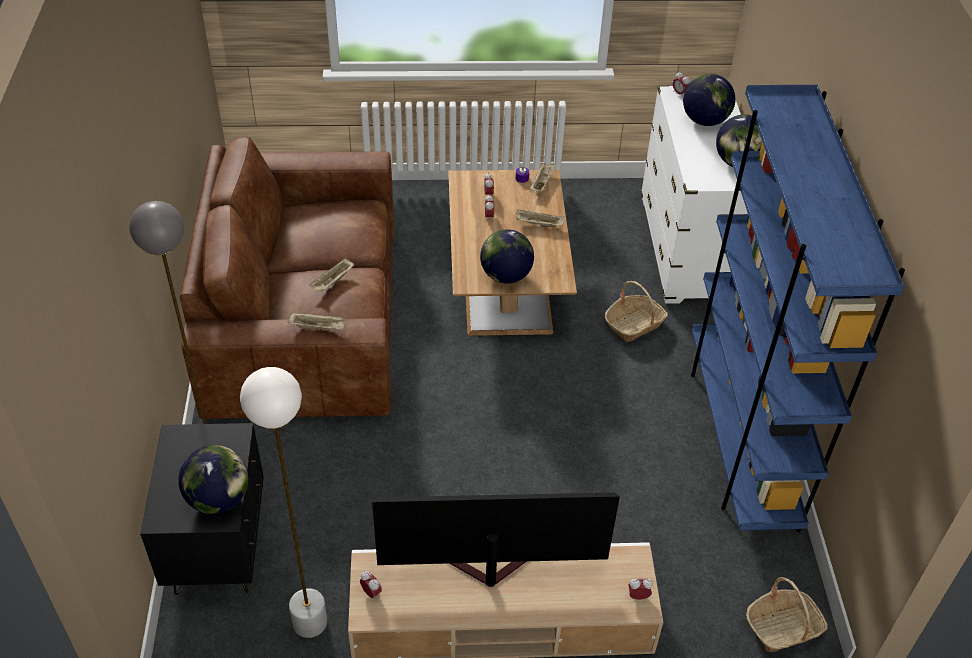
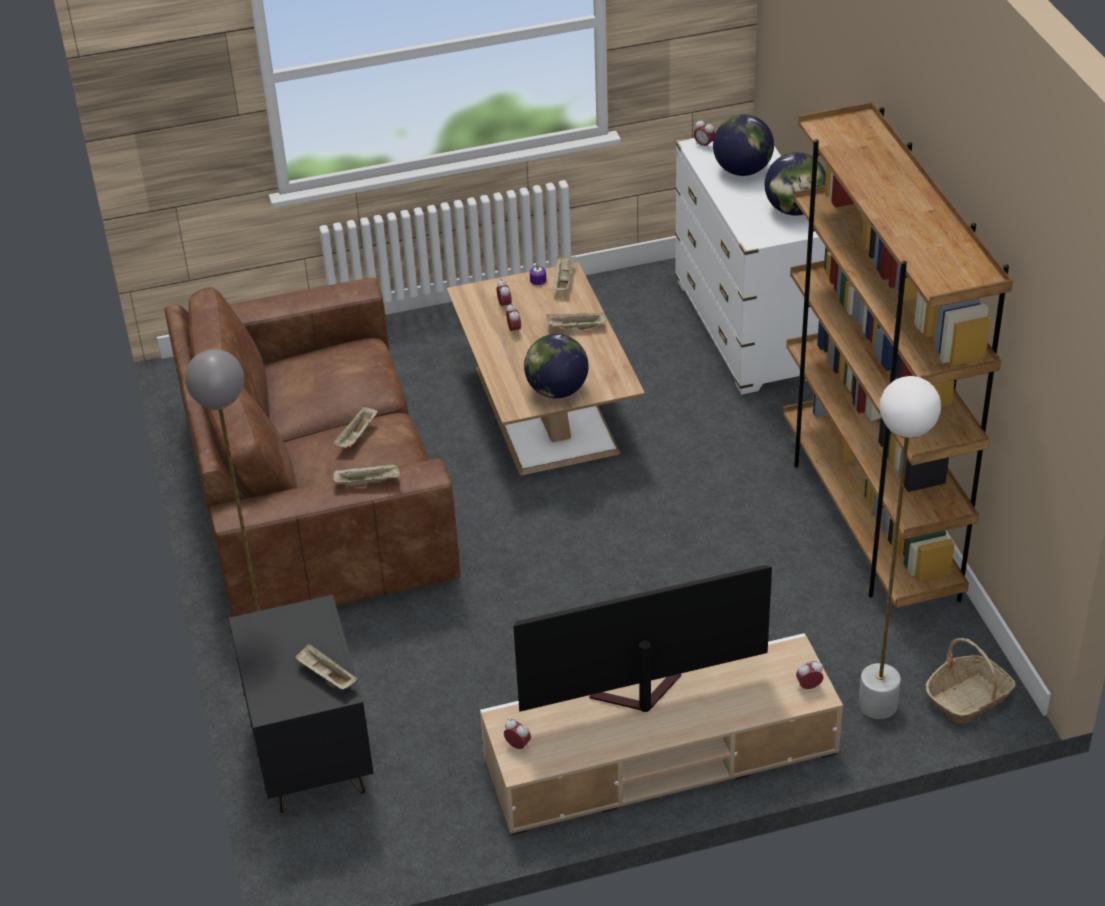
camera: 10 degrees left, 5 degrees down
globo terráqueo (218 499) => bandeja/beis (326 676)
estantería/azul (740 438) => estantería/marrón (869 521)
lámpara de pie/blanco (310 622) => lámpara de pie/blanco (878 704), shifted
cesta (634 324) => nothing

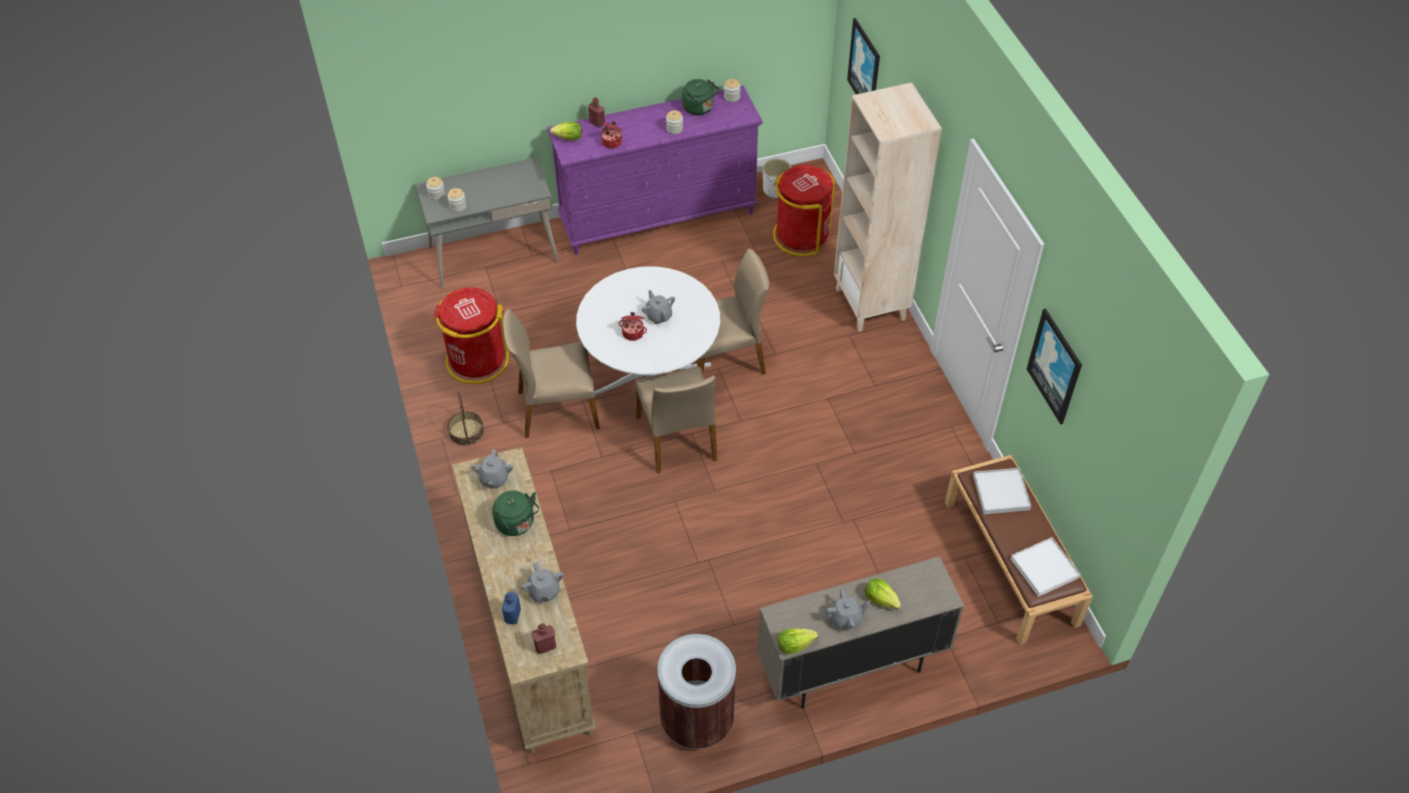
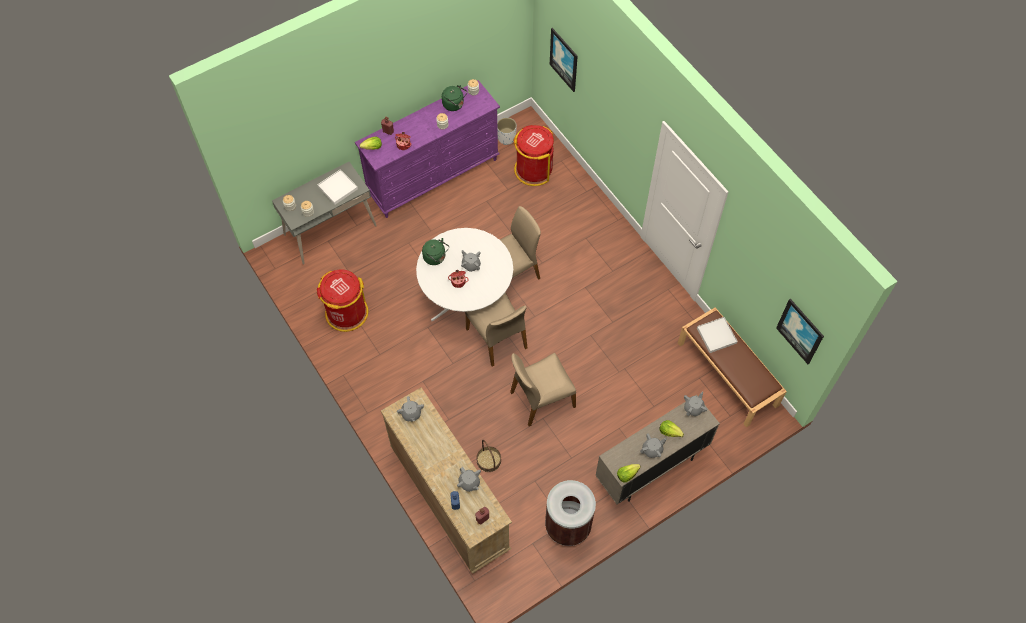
camera: 15 degrees left, 10 degrees up
bandeja/blanco (1044 568) => bandeja/blanco (337 188), shifted
hervidor/verde (517 524) => hervidor/verde (436 258), shifted
cesta (466 432) => cesta (488 460), shifted
silla/beis (557 409) => silla/beis (541 399), shifted
nothing => tetera/gris (693 408)
cuadro (1055 366) => cuadro (800 331), shifted
estantería/beis (871 304) => nothing

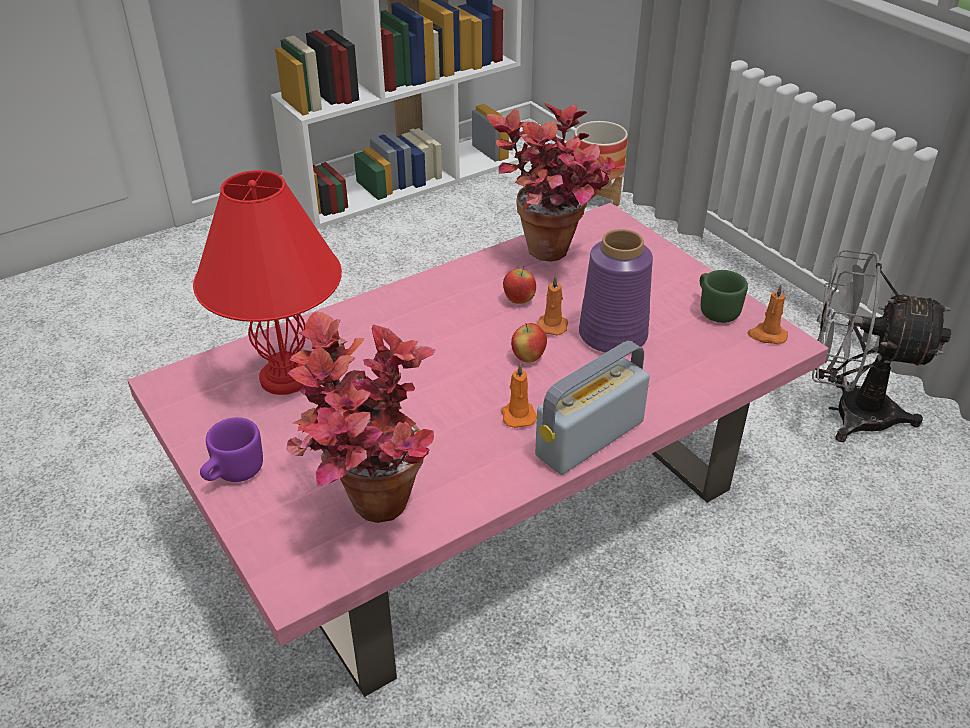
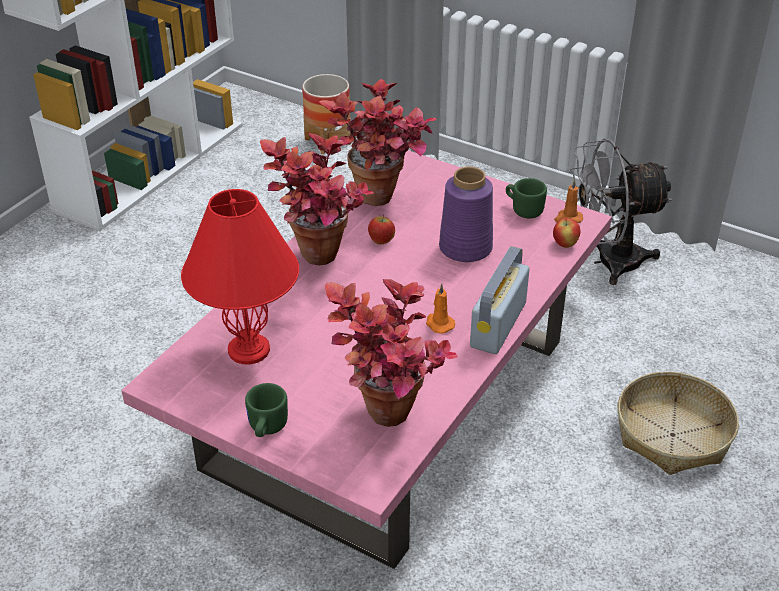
camera: 25 degrees left, 0 degrees up
taza grande/morado (233 473) => taza grande/verde (266 428)
nothing => planta en maceta (319 264)
manzana (528 358) => manzana (565 244), shifted
nothing => cesta (673 435)
vela/naranja (552 325) => nothing

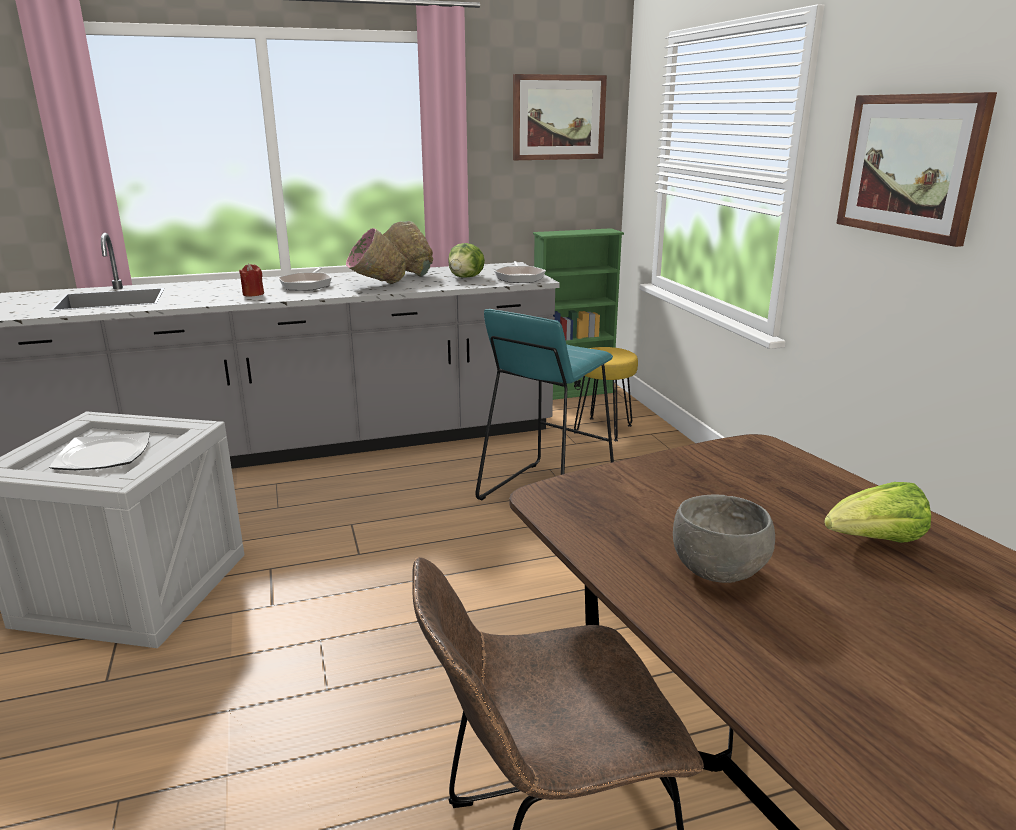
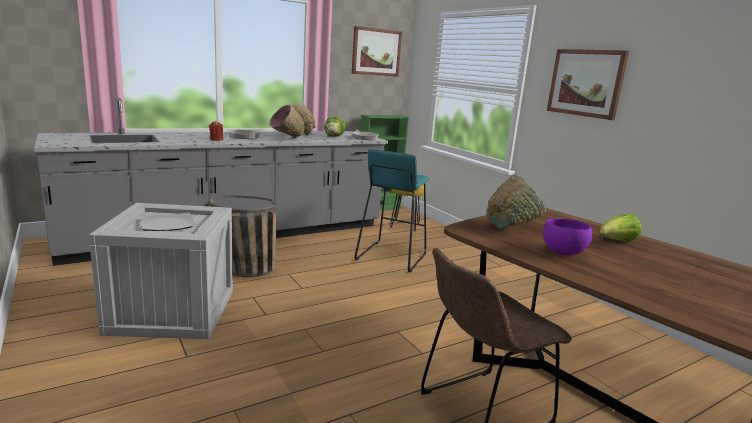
camera: 15 degrees left, 5 degrees down
nothing => cesta (237 269)
nothing => cuenco/verde (512 228)
cuenco/gris (719 572) => cuenco/morado (563 253)

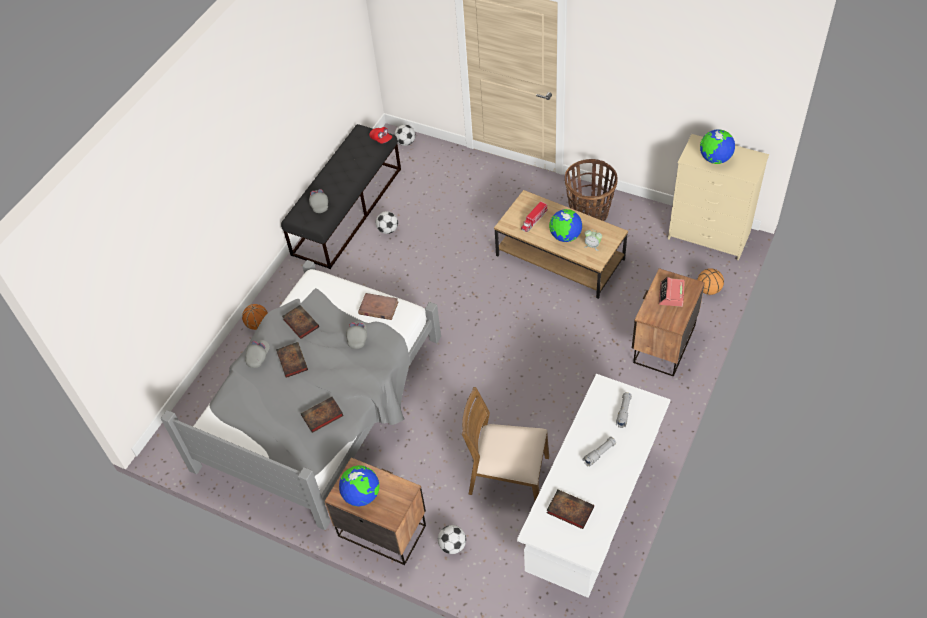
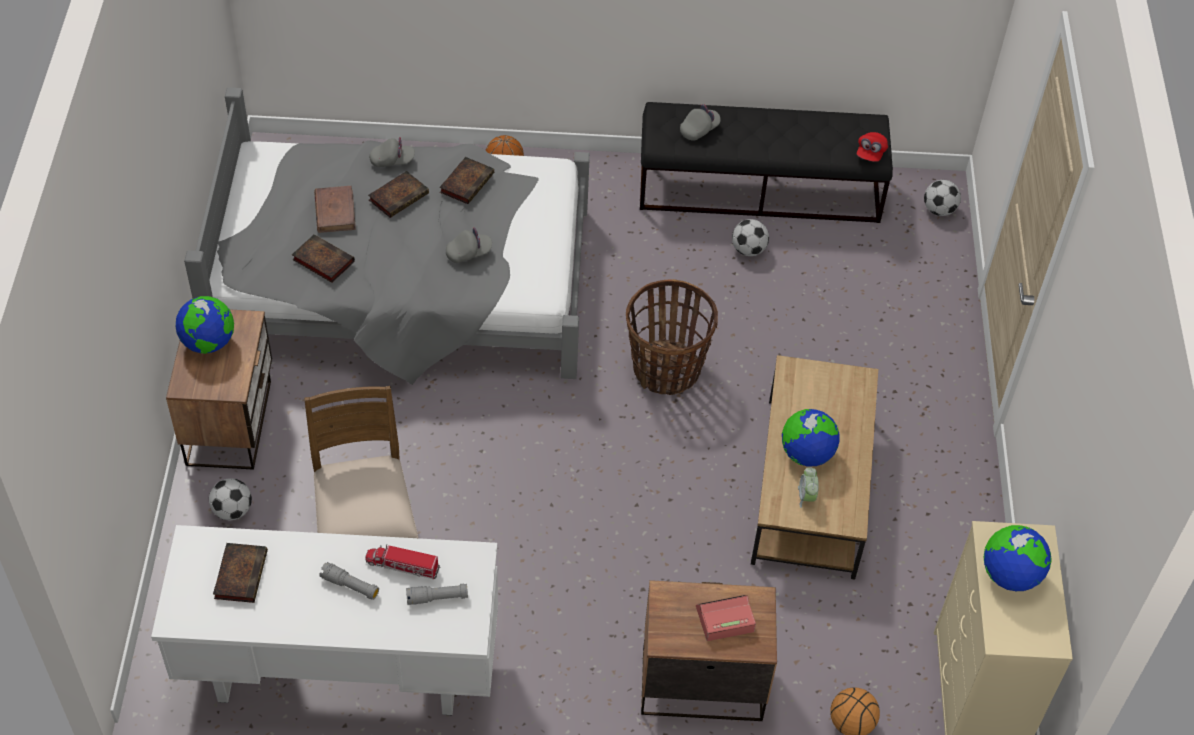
camera: 60 degrees right, 0 degrees up
libro/marrón (378 308) => libro/marrón (335 211), shifted
camión de juguete (534 220) => camión de juguete (402 566), shifted
cesta (589 213) => cesta (666 370), shifted

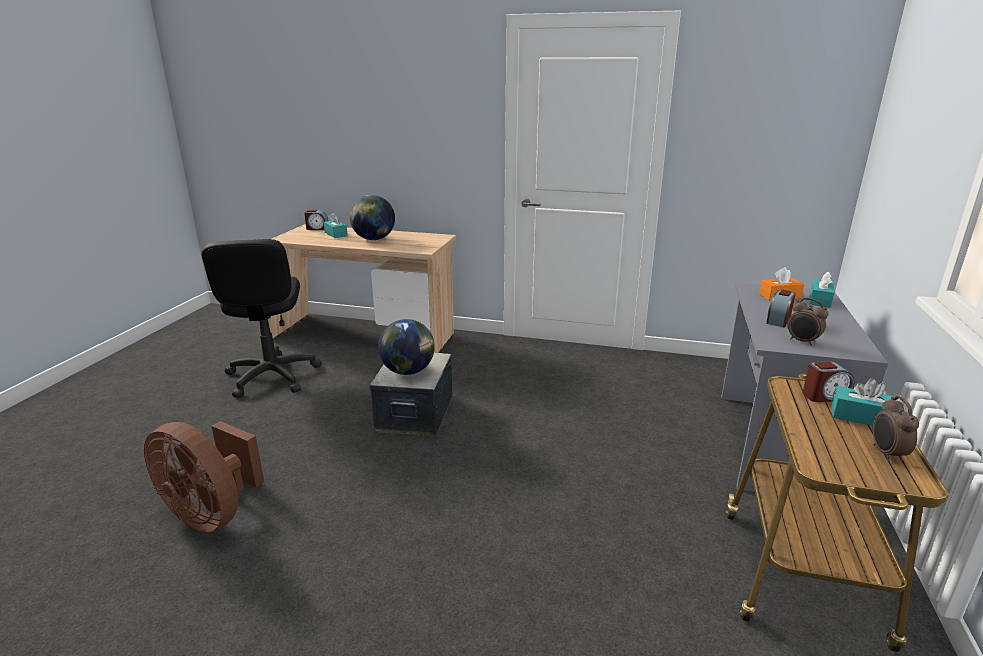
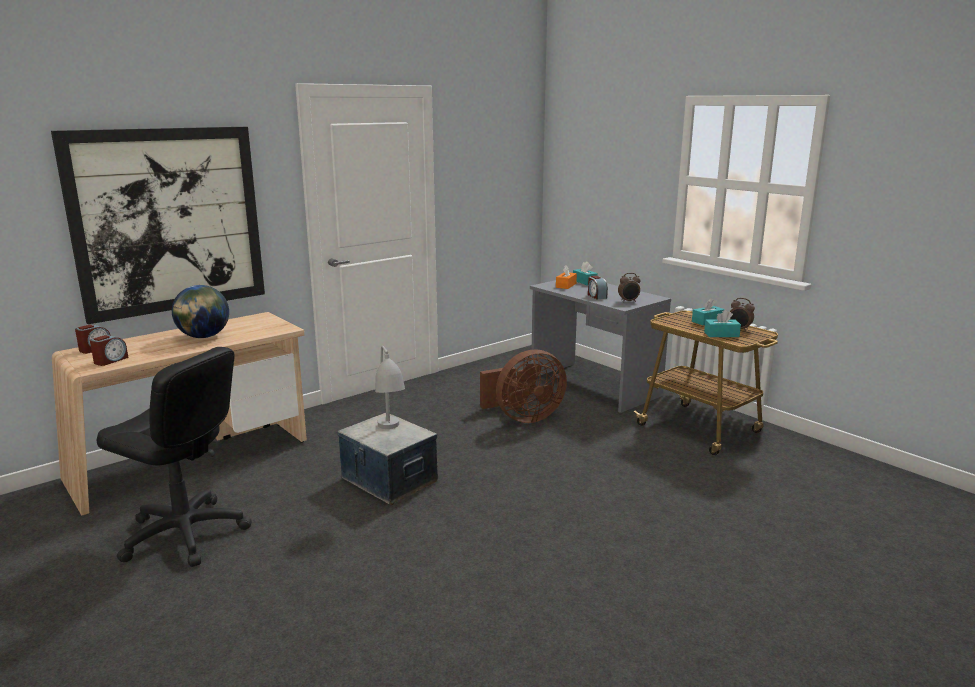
camera: 55 degrees left, 5 degrees down
nothing => cuadro (168 221)
despertador (824 396) => despertador (110 360), shifted
globo terráqueo (408 371) => lámpara de mesa/gris (390 434)
ventilador/marrón (212 513) => ventilador/marrón (523 418), shifted
caja de pañuelos/turquesa (336 234) => caja de pañuelos/turquesa (721 334), shifted

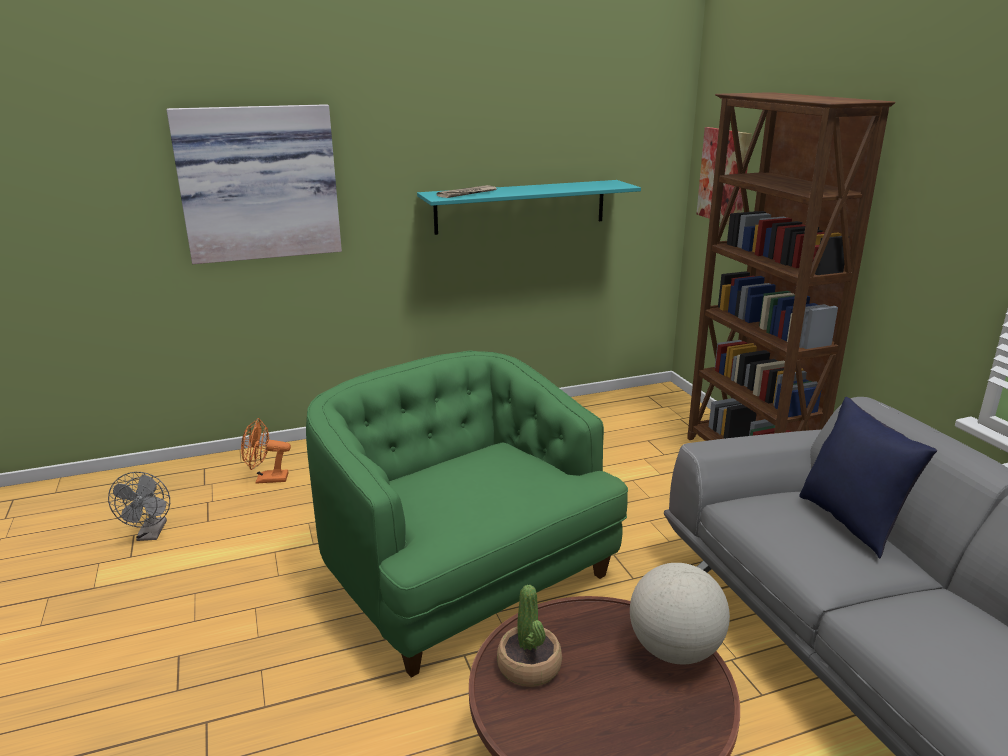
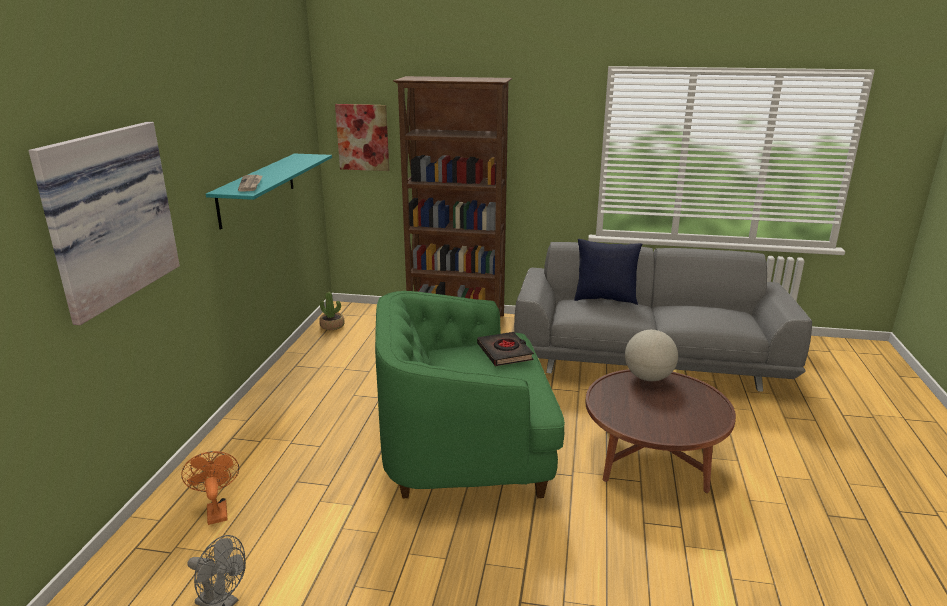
camera: 60 degrees left, 0 degrees up
ventilador/naranja (266 479) => ventilador/naranja (216 510), 135 degrees clockwise
planta en maceta (529 666) => planta en maceta (332 326), shifted
nothing => libro/negro (505 352)

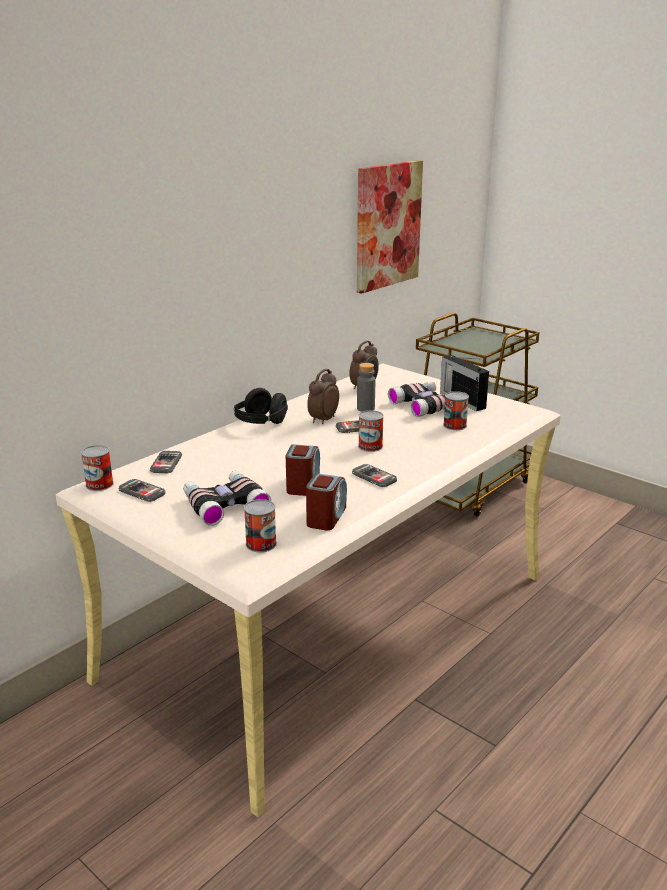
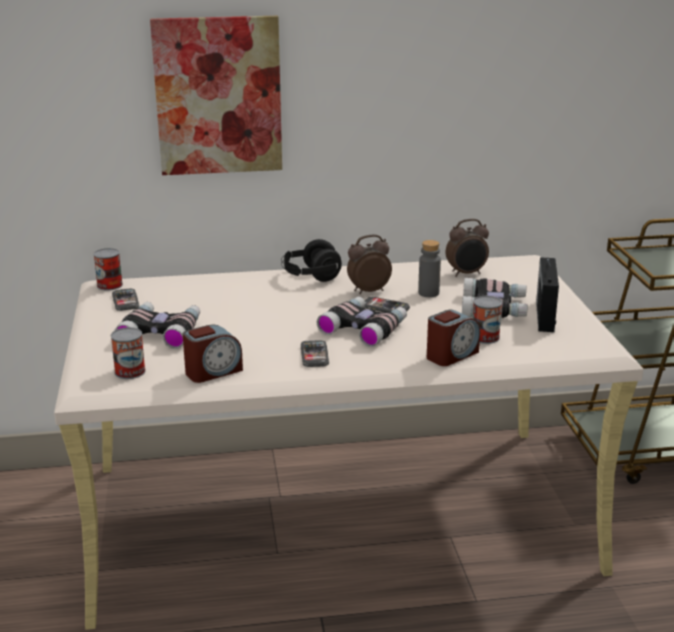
camera: 40 degrees right, 0 degrees up
cuadro (387 225) => cuadro (218 96), shifted
lata (370 446) => prismáticos (364 328)
despertador (303 484) => despertador (451 355), shifted
móvil (166 463) => nothing

